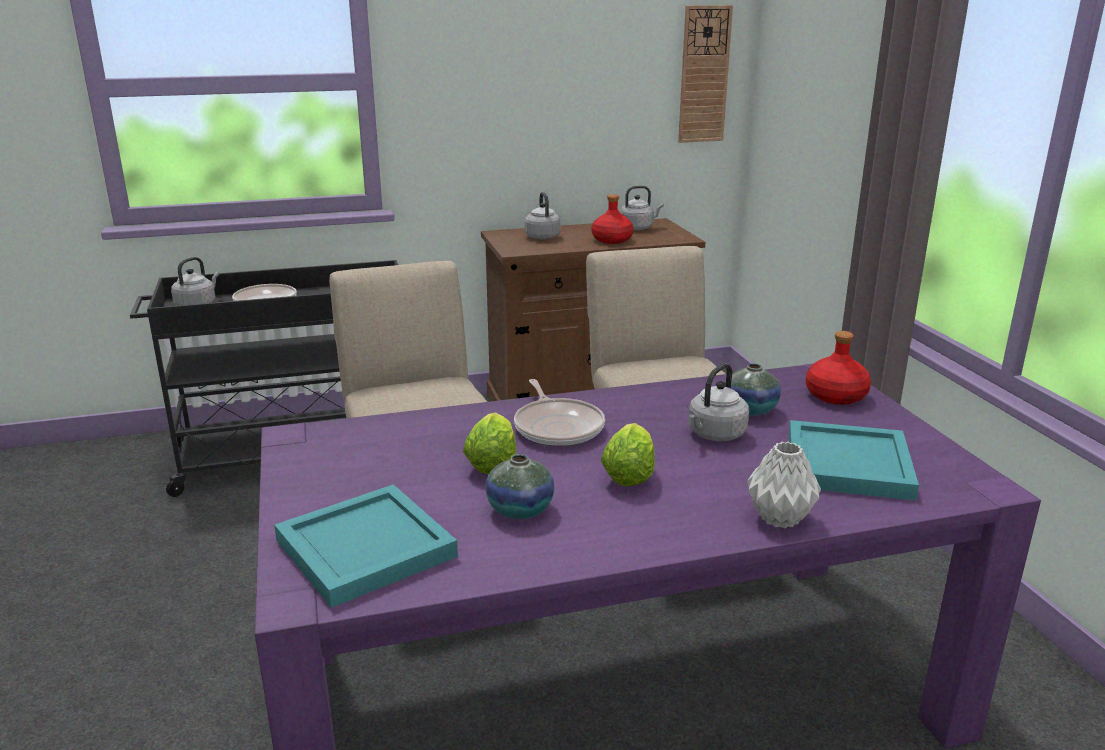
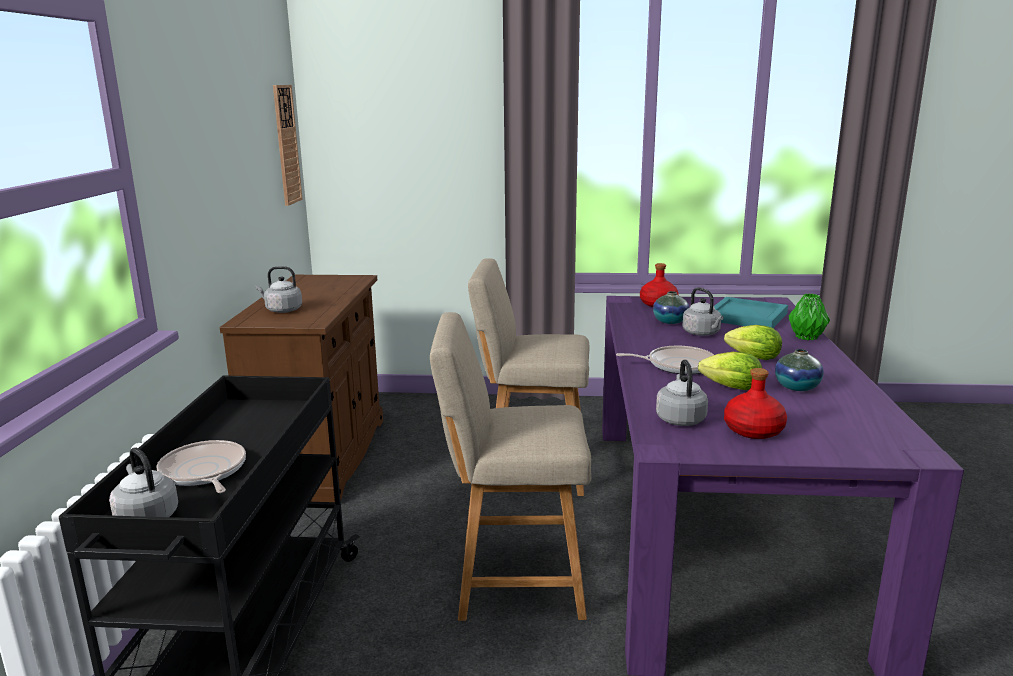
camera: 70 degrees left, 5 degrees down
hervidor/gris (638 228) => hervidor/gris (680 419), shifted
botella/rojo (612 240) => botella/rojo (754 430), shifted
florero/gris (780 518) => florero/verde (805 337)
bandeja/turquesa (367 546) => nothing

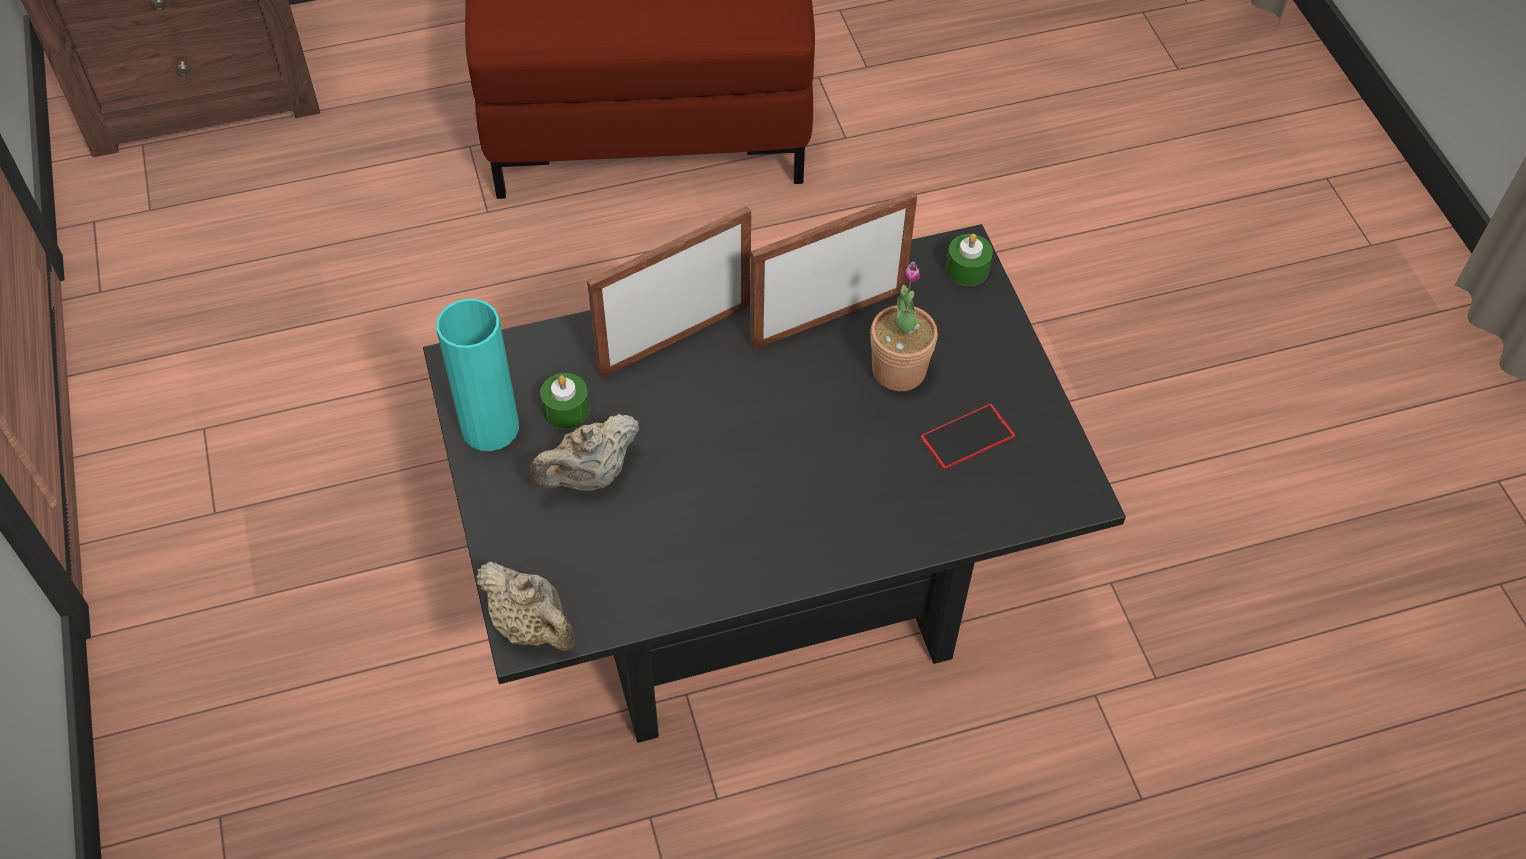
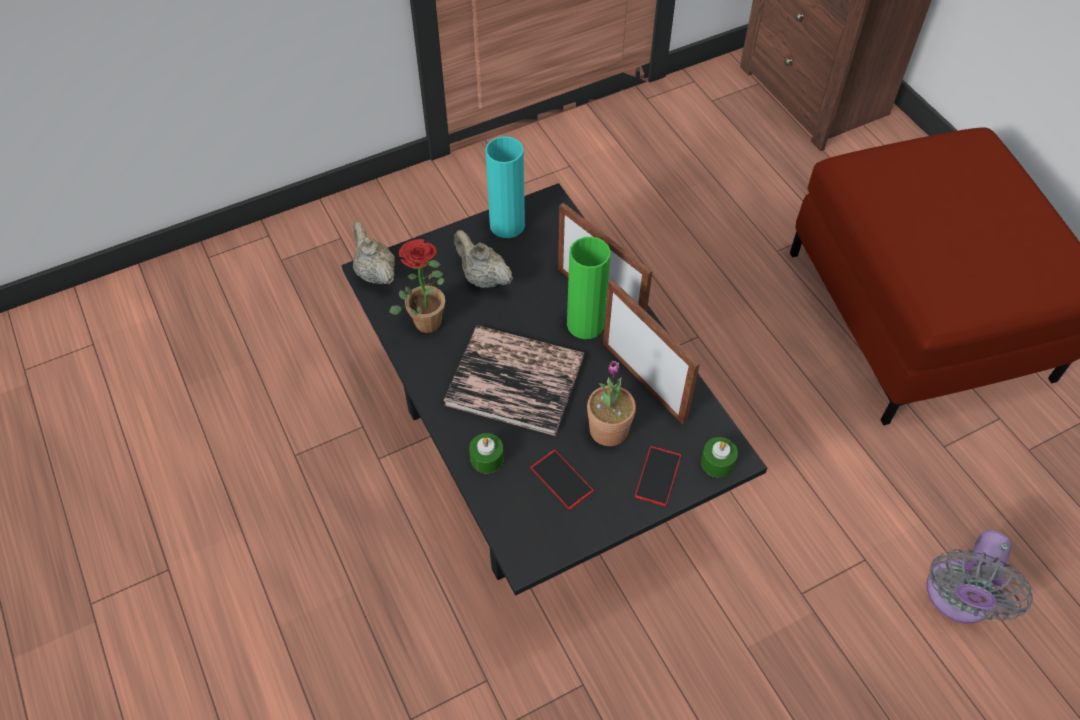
camera: 80 degrees right, 0 degrees up
tetera/beis (532 626) => tetera/beis (375 272), 120 degrees clockwise
nothing => planta en maceta (425 318)
nothing => libro (515 380)
vela/verde (566 409) => vela/verde (487 458), shifted
nothing => florero/verde (585 324)
nothing => móvil (658 476)
nothing => ventilador/gris (957 598)

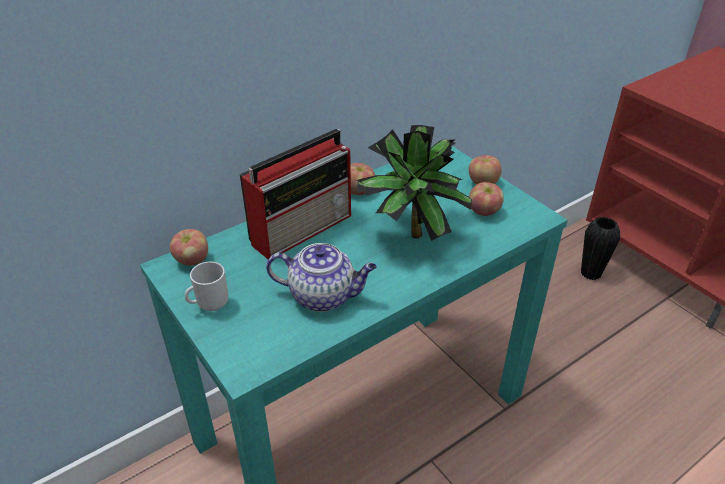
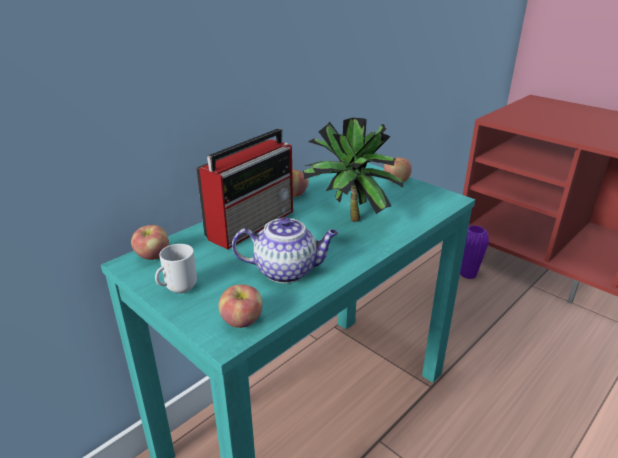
camera: 10 degrees left, 10 degrees down
manzana (484 211) => manzana (242 321), shifted
florero/negro (590 273) => florero/morado (467 274)

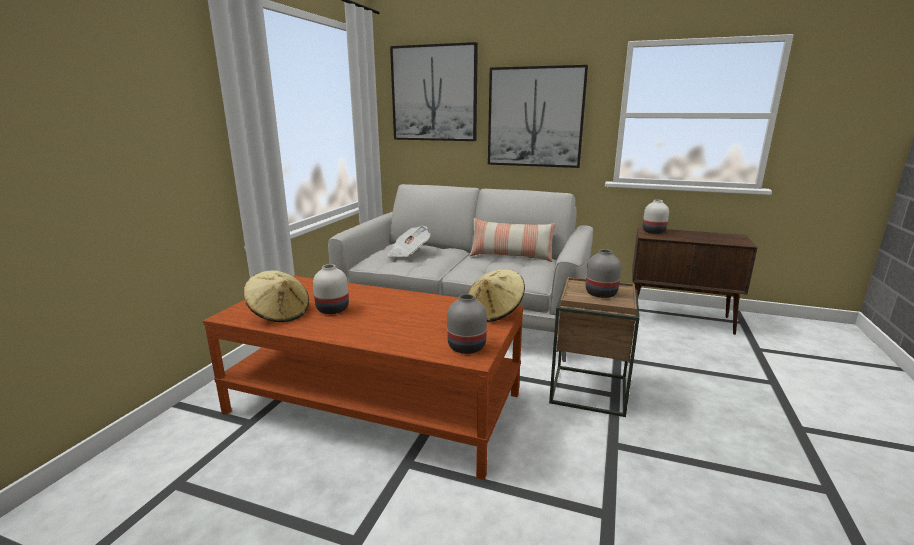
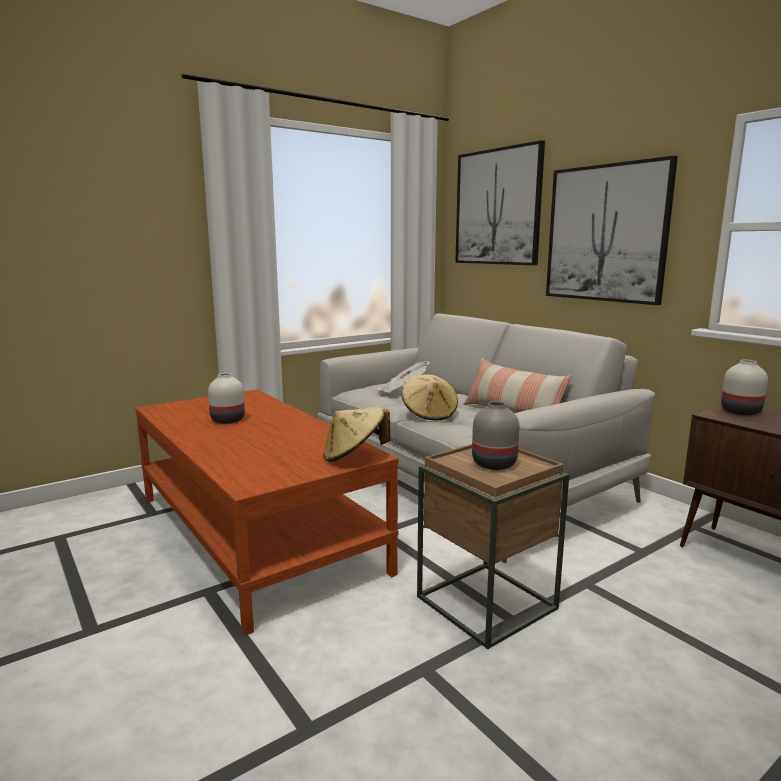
camera: 35 degrees right, 5 degrees down
sombrero/beis (279 314) => sombrero/beis (429 414), shifted
florero/gris (465 347) => nothing

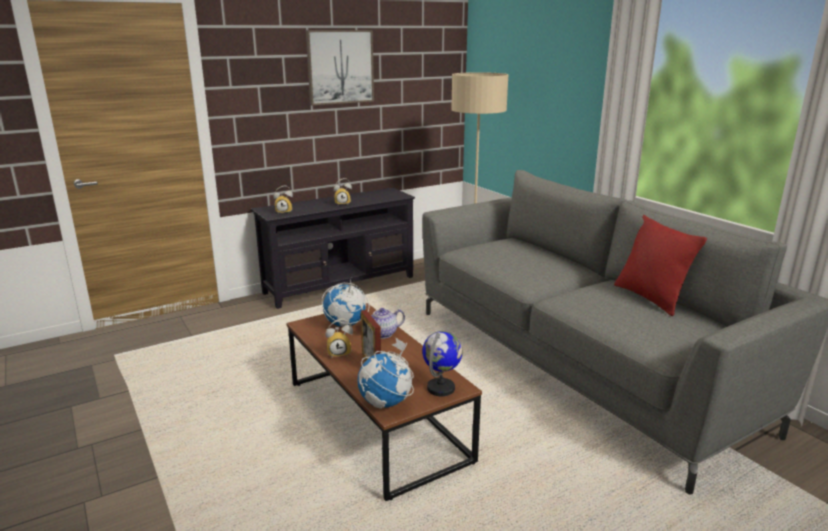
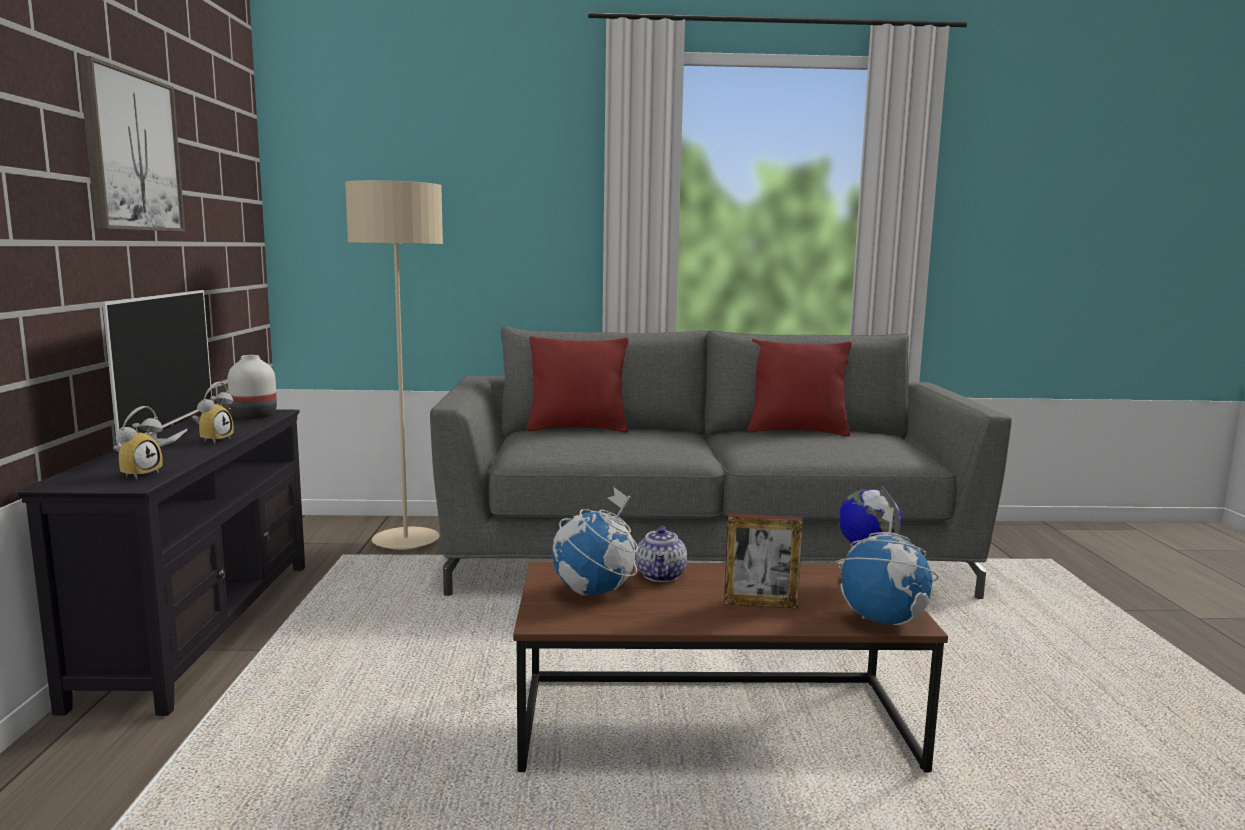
camera: 60 degrees left, 10 degrees down
nothing => televisor (162 441)
nothing => florero/blanco (255 416)
nothing => cojín/rojo (577 429)
despertador (340 353) => nothing

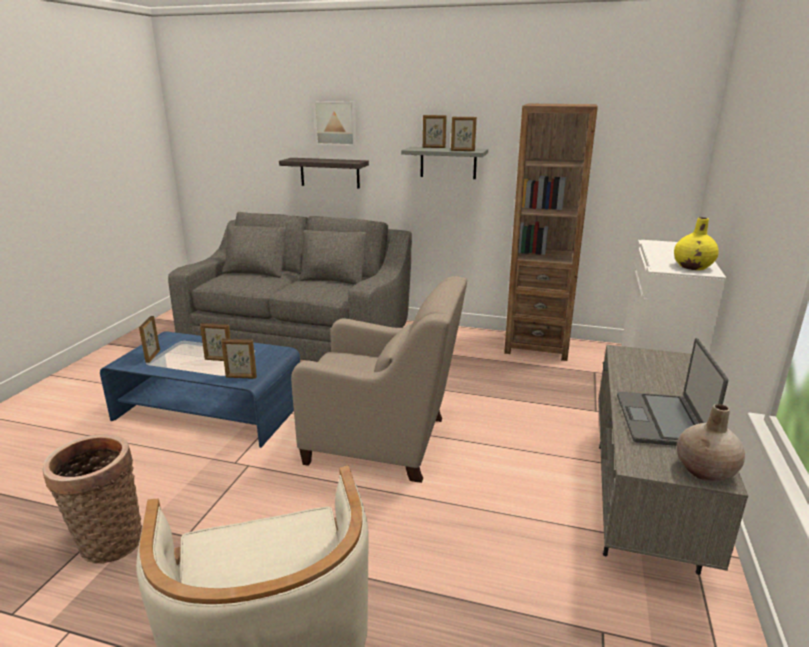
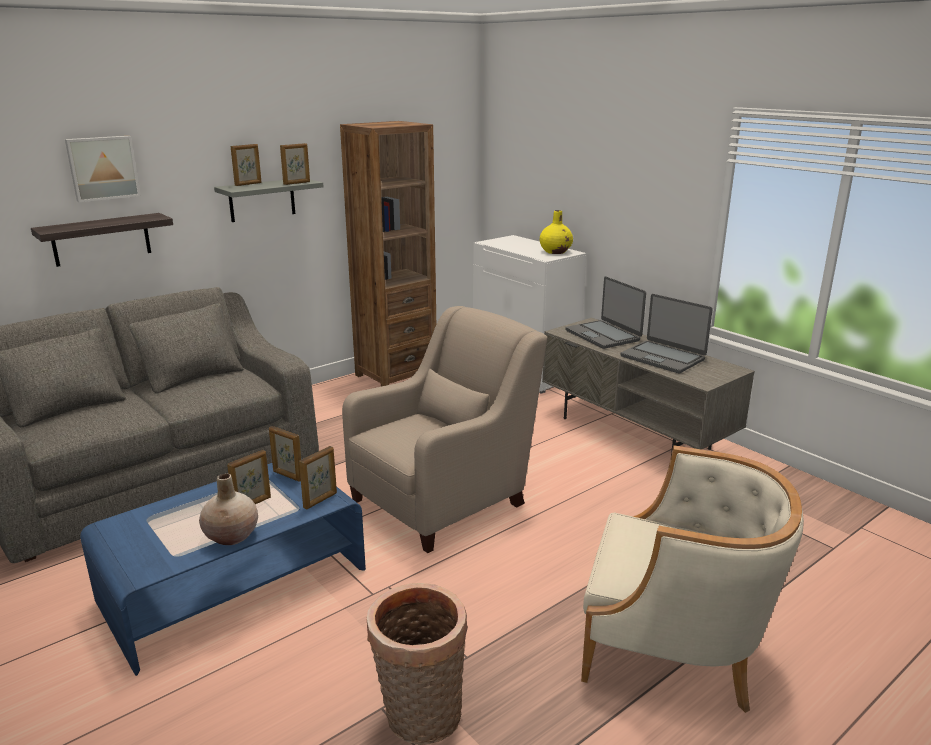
camera: 55 degrees left, 0 degrees up
florero/beis (705 471) => florero/beis (232 536), shifted
portarretratos (152 356) => portarretratos (287 476), shifted
nothing => portátil (603 335)

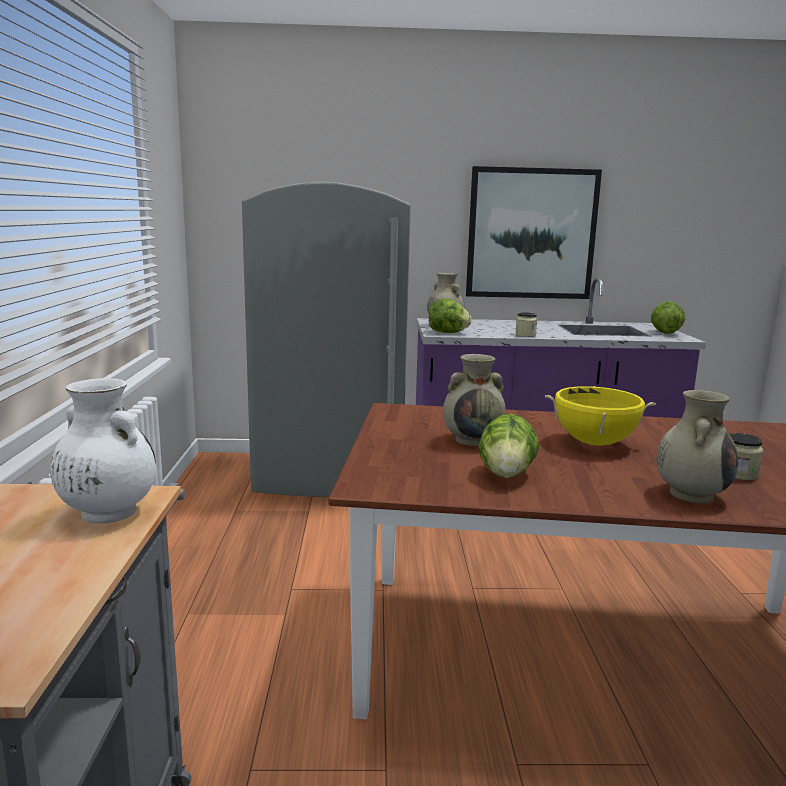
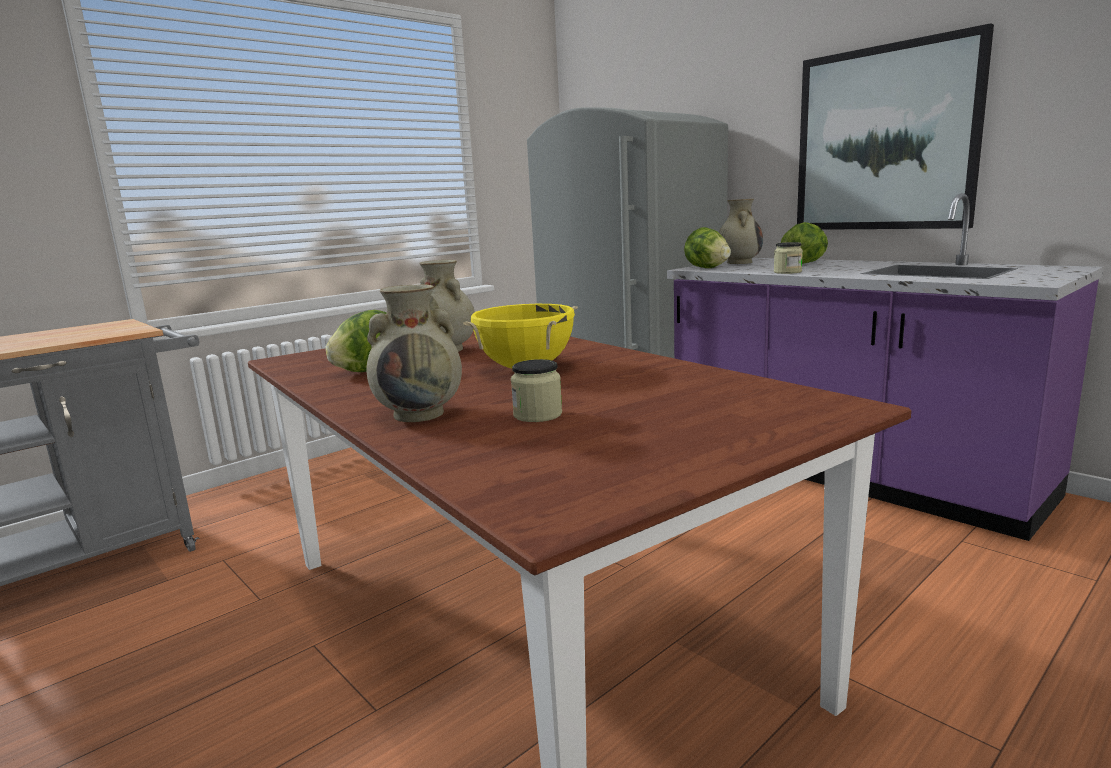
camera: 50 degrees right, 0 degrees up
lechuga (664 333) => lechuga (804 263), shifted
florero/blanco (107 512) => nothing

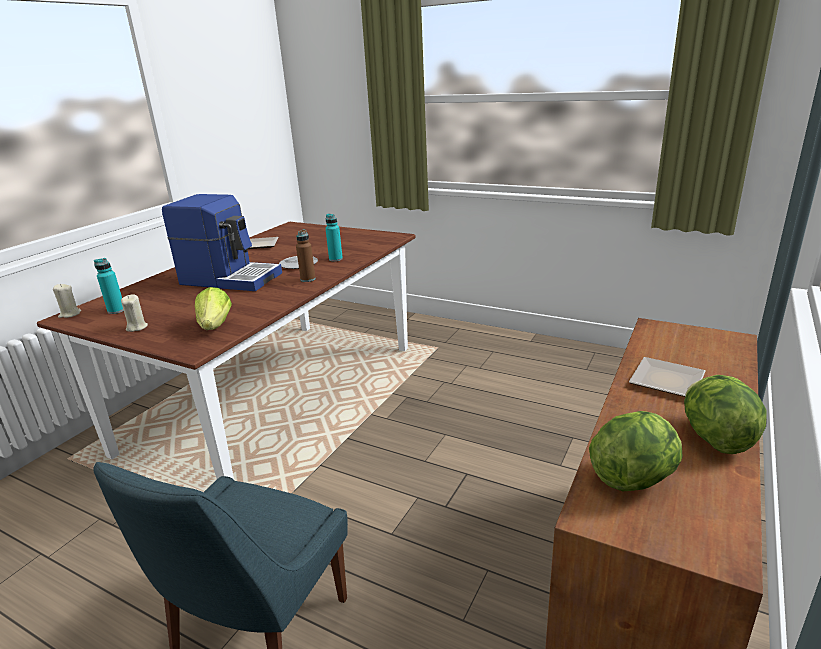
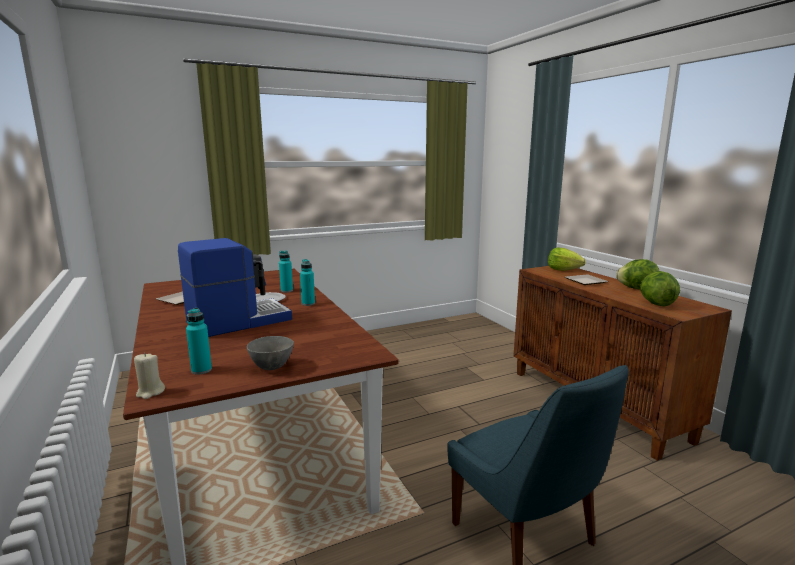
camera: 55 degrees left, 10 degrees down
vela/beis (137 327) => cuenco/gris (272 367)
botella/marrón (308 279) => botella/turquesa (308 303)
lechuga (215 326) => lechuga (563 270), shifted

